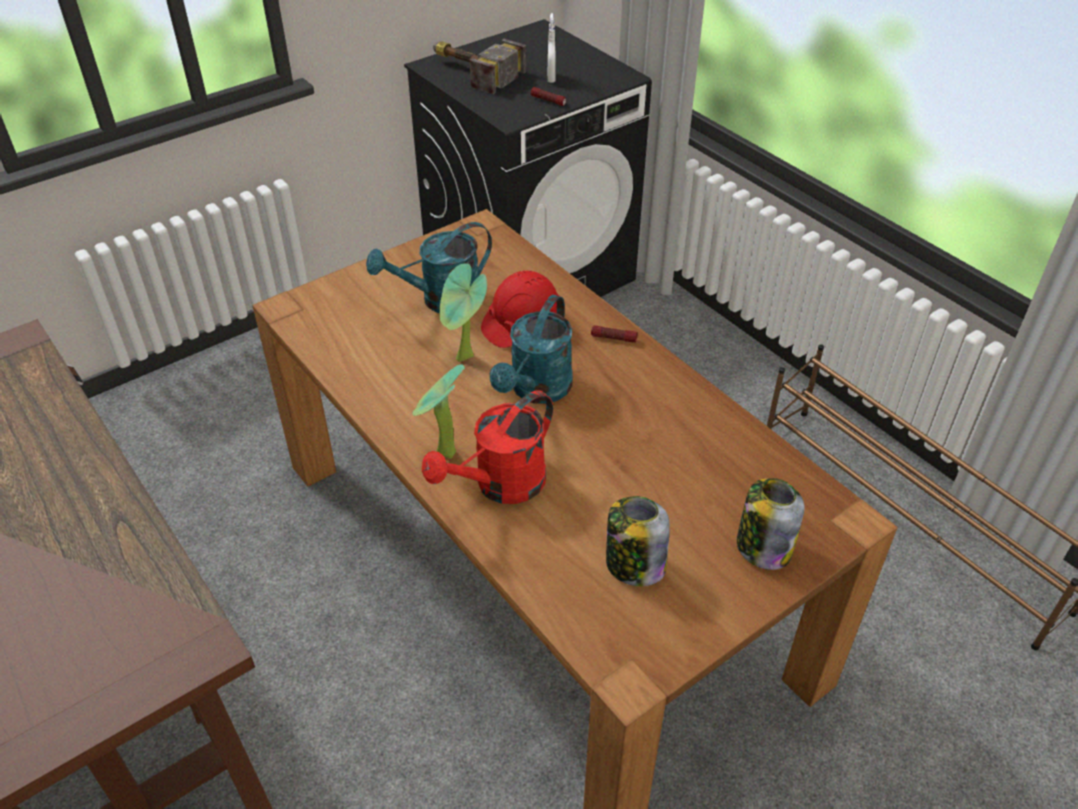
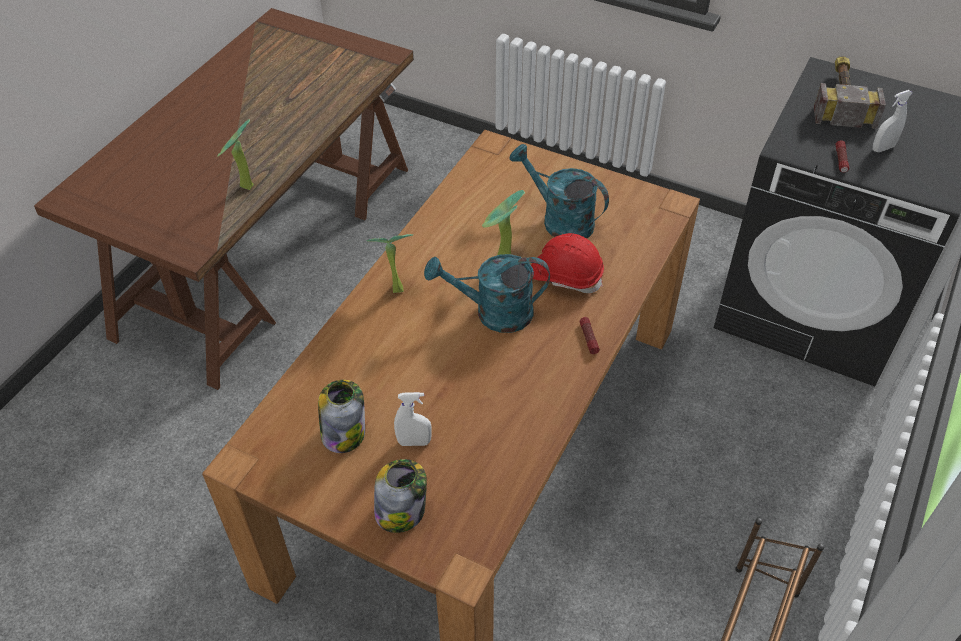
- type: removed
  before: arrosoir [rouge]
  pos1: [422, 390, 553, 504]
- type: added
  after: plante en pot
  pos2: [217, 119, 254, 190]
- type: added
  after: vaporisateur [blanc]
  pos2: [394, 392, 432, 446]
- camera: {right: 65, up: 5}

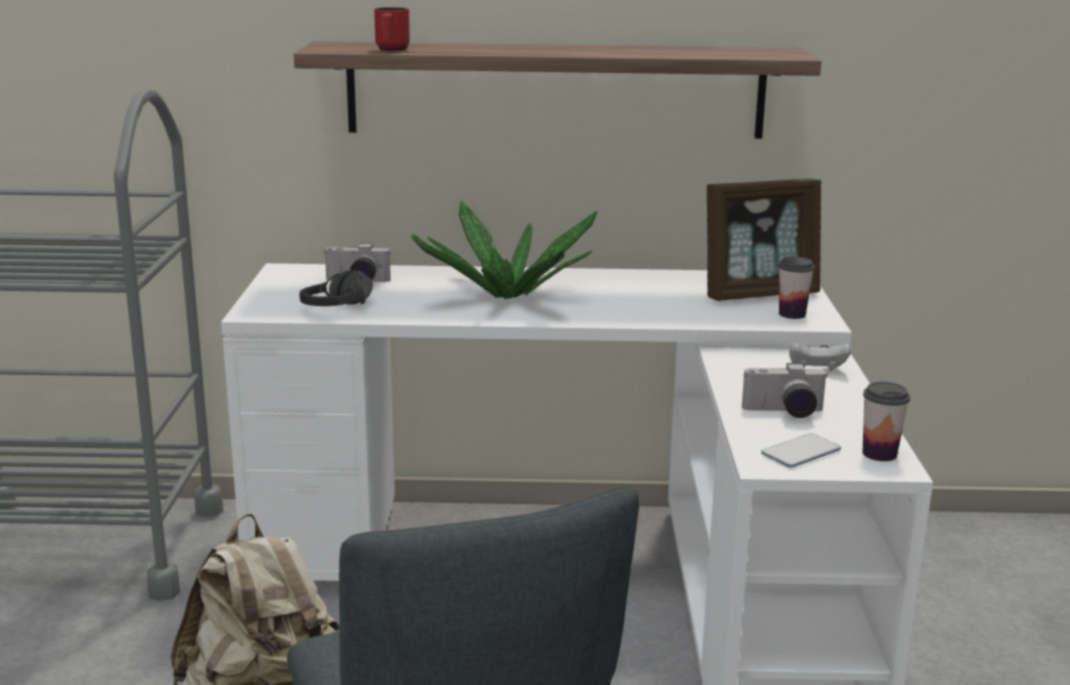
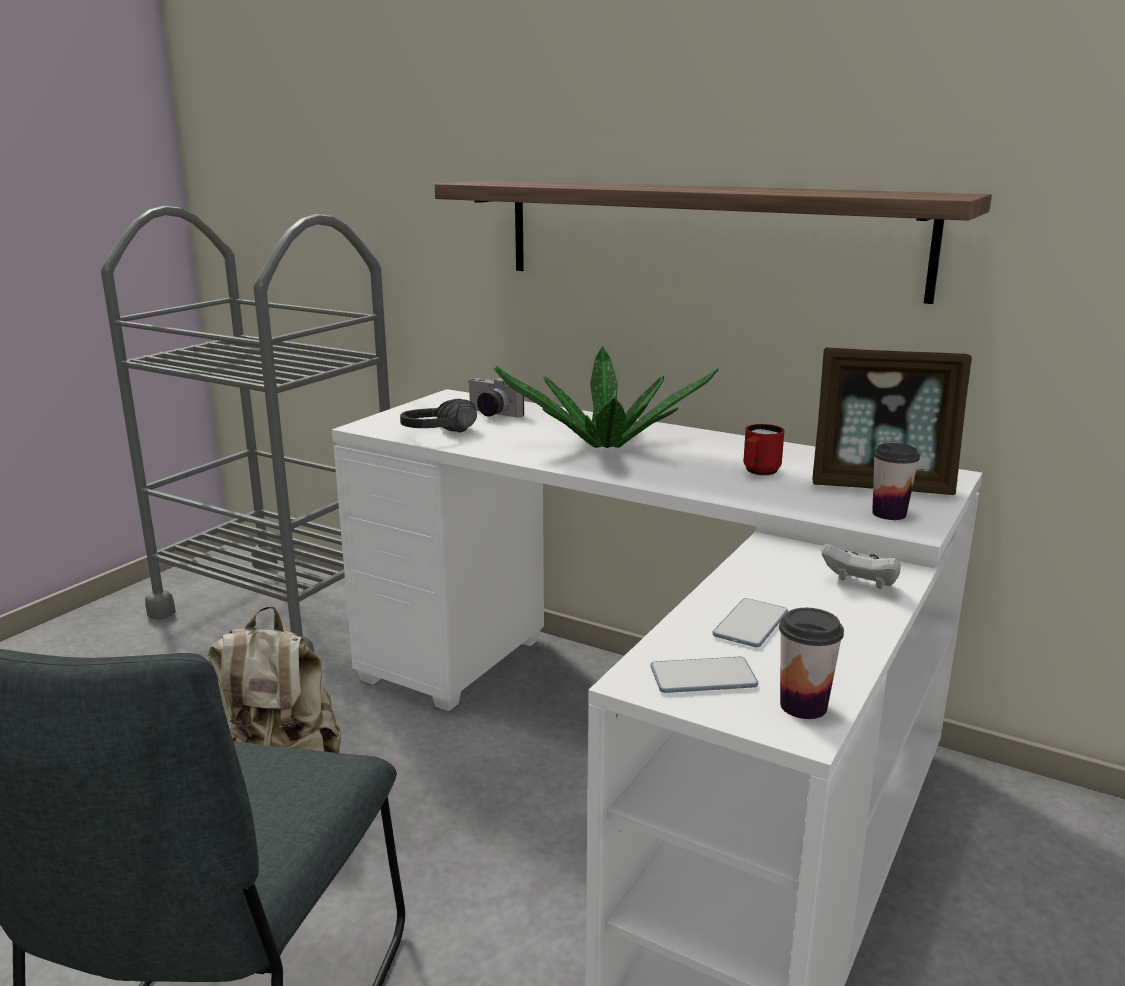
- type: moved
  before: mug [rouge]
  pos1: [374, 7, 410, 51]
  pos2: [743, 424, 784, 475]
- type: replaced
  before: appareil photo
  after: téléphone
  pos1: [742, 363, 828, 418]
  pos2: [712, 598, 788, 647]
- camera: {right: 30, up: 0}

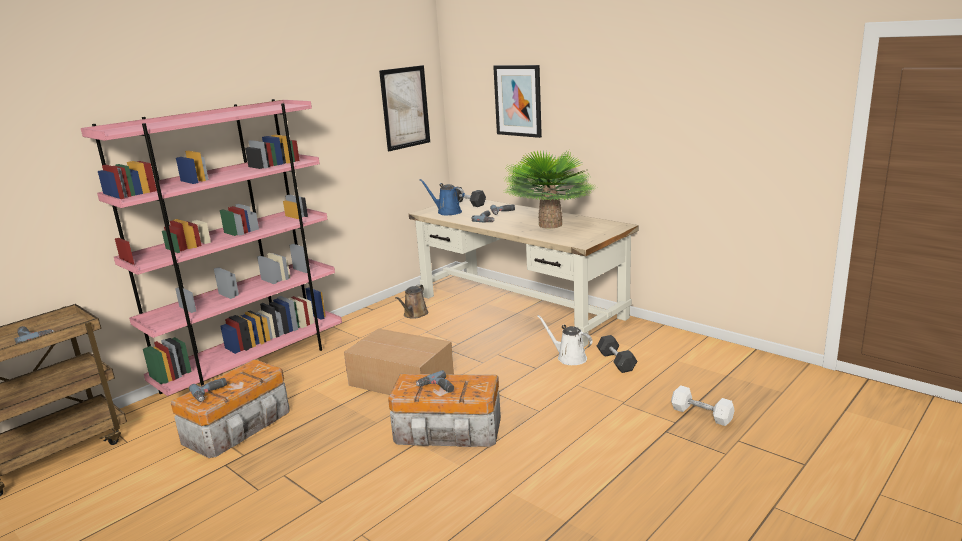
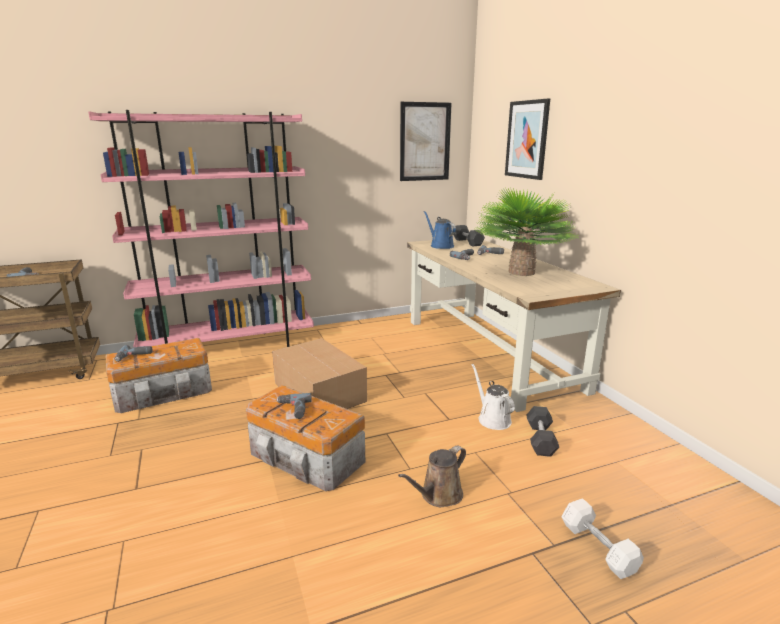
- type: moved
  before: arrosoir [marron]
  pos1: [395, 285, 428, 319]
  pos2: [398, 446, 466, 507]
- camera: {right: 25, up: 0}

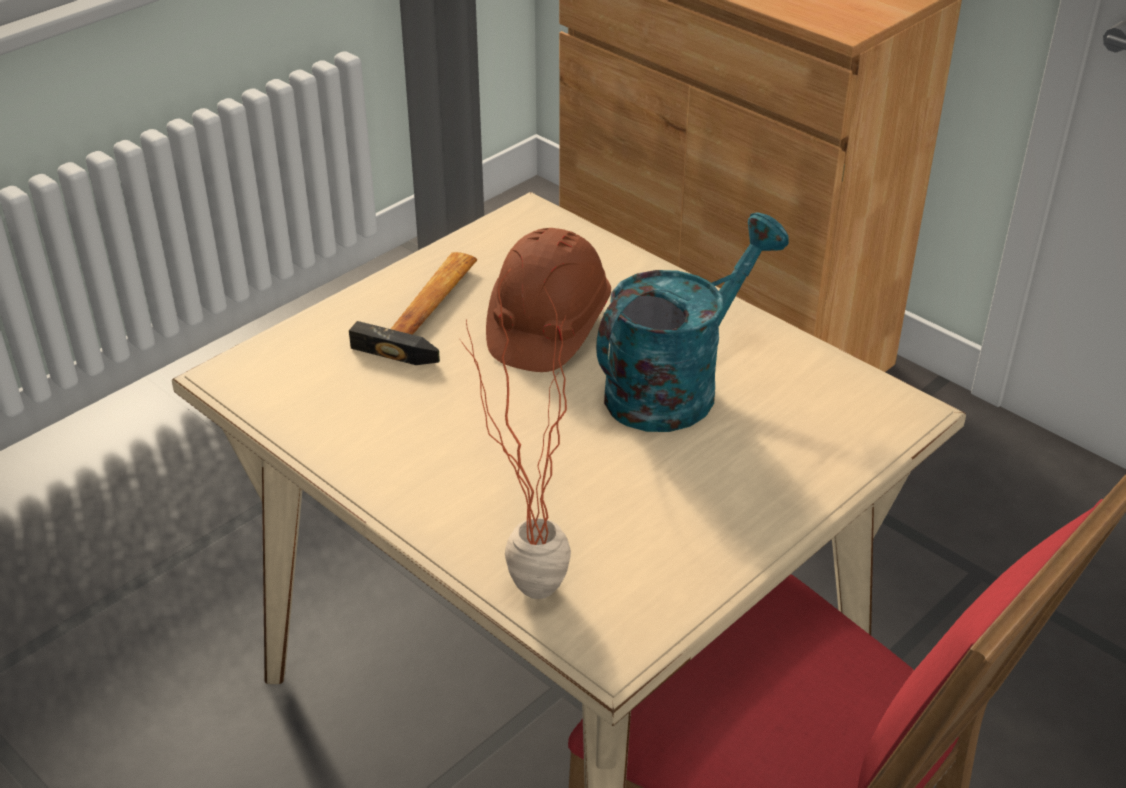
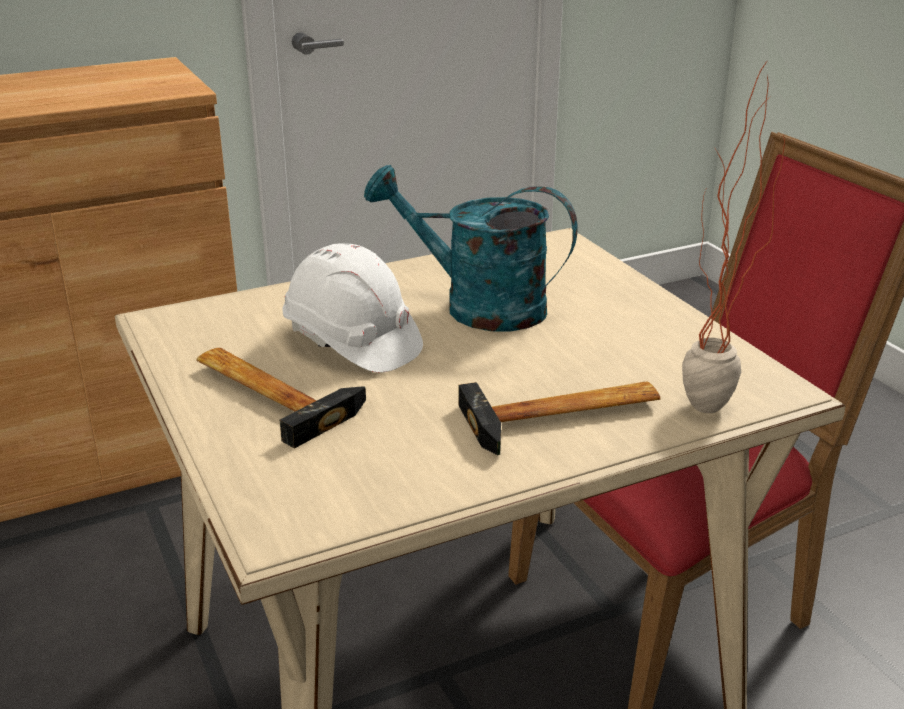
- type: recoloured
  before: casque de chantier [marron]
  after: casque de chantier [blanc]
  pos1: [486, 228, 611, 372]
  pos2: [282, 243, 423, 373]
- type: turned
  before: arrosoir [turquoise]
  pos1: [596, 212, 789, 432]
  pos2: [364, 165, 578, 331]
  turn: -45
- type: added
  after: marteau
  pos2: [458, 381, 660, 455]
- camera: {right: -70, up: -10}

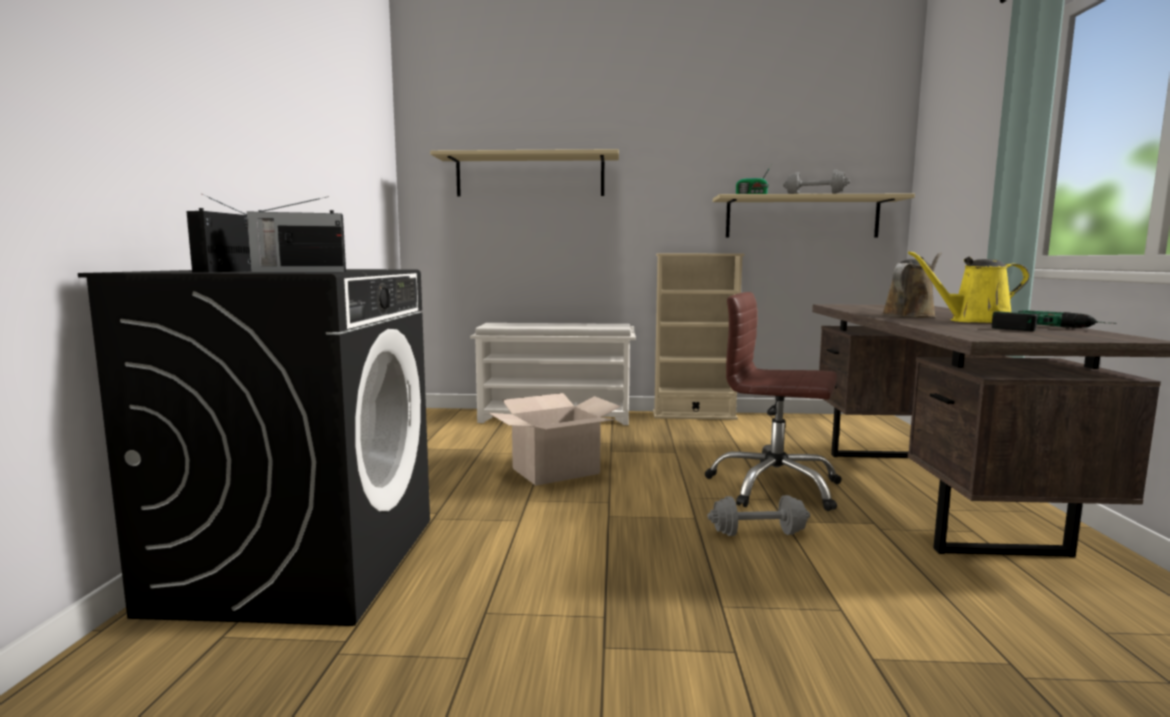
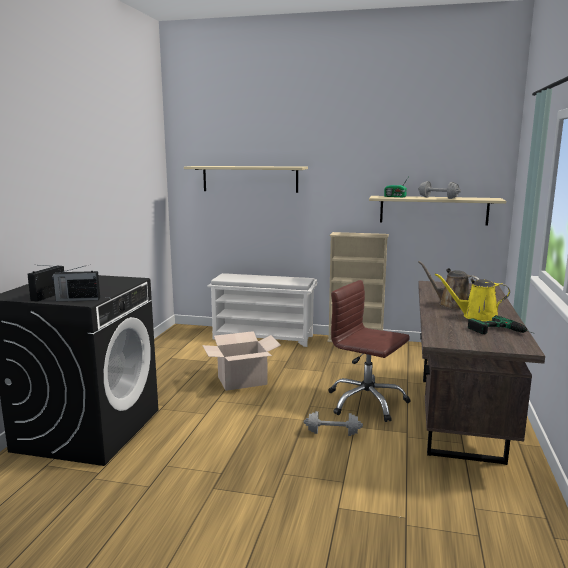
- type: turned
  before: arrosoir [marron]
  pos1: [882, 252, 942, 317]
  pos2: [418, 261, 479, 310]
  turn: -105
- camera: {right: 10, up: 5}

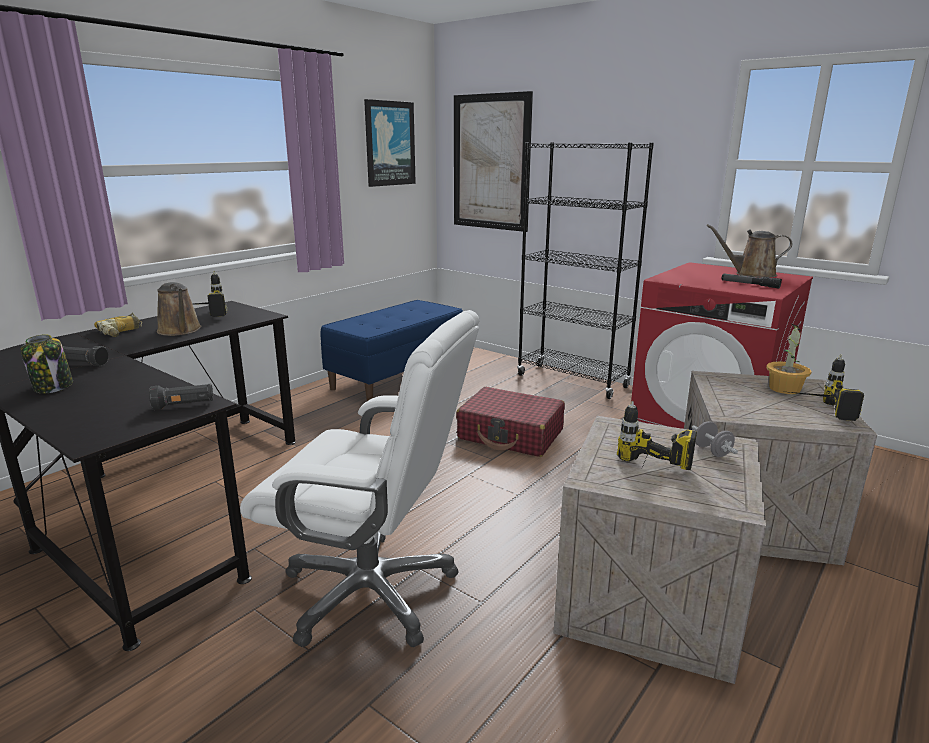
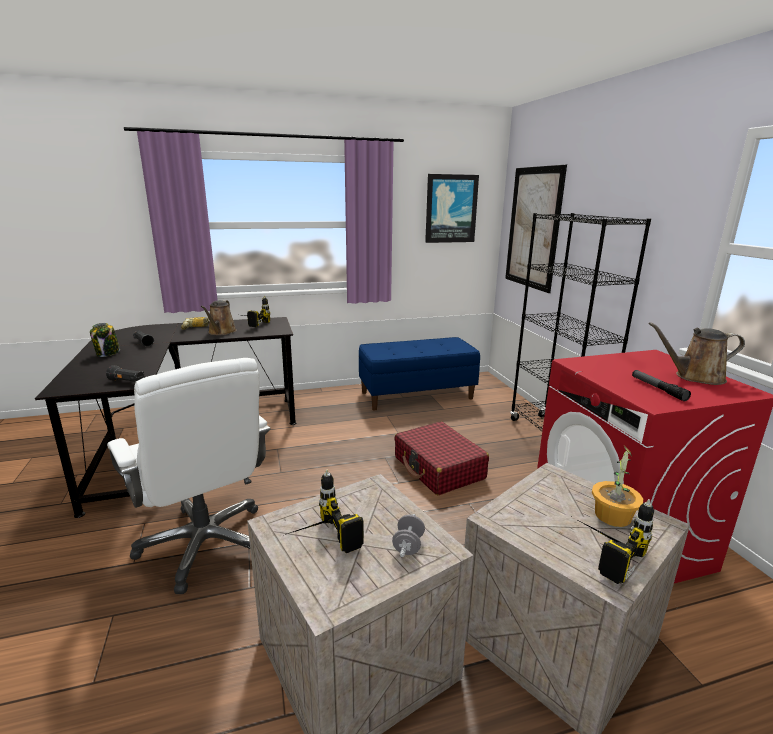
- type: turned
  before: arrosoir [marron]
  pos1: [707, 224, 792, 278]
  pos2: [649, 322, 745, 385]
  turn: -45
- camera: {right: 35, up: 0}

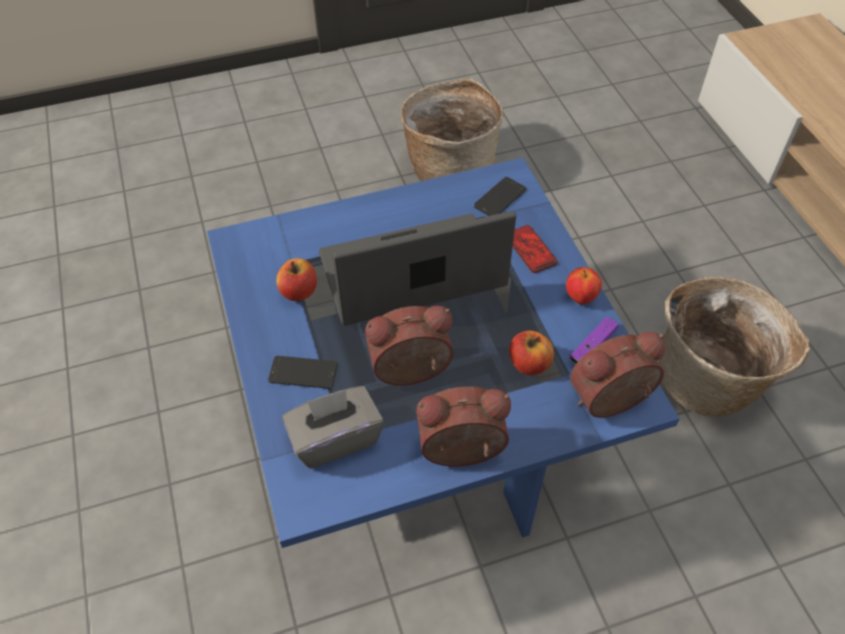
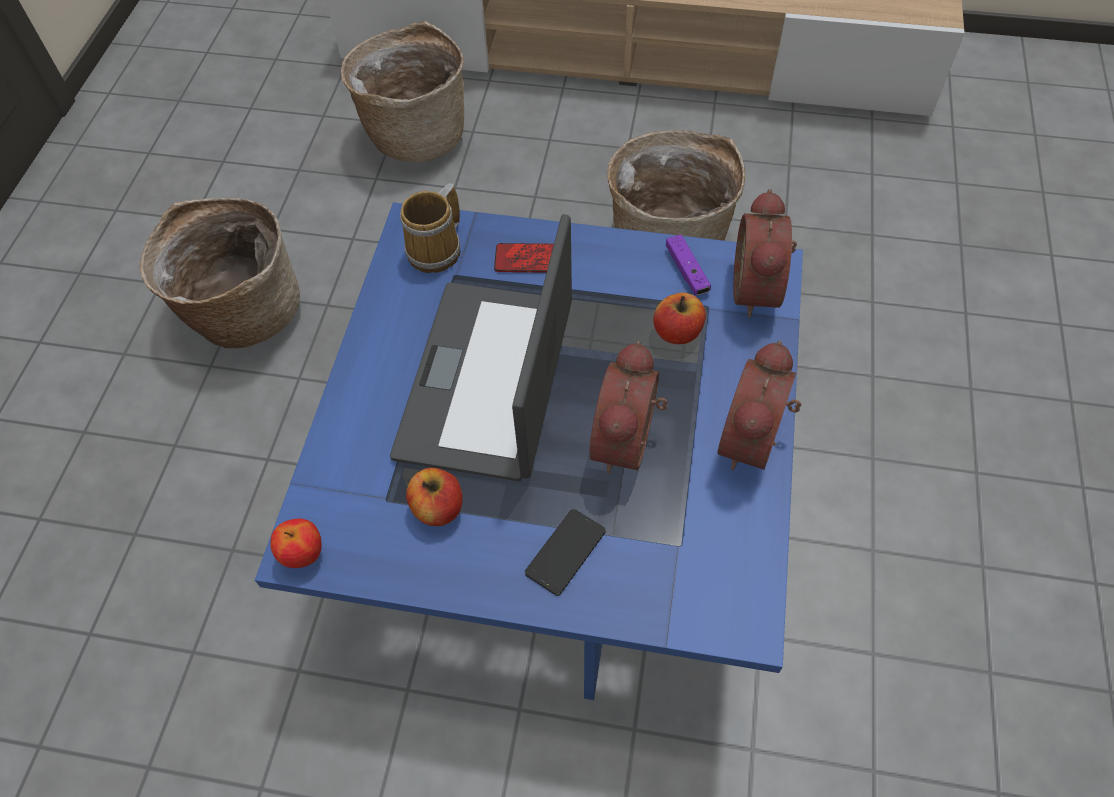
- type: removed
  before: boîte à mouchoirs [gris]
  pos1: [282, 386, 384, 469]
- type: replaced
  before: téléphone
  after: mug
  pos1: [473, 177, 527, 216]
  pos2: [400, 183, 460, 273]
- type: moved
  before: pomme
  pos1: [566, 267, 602, 304]
  pos2: [270, 519, 322, 568]
- type: added
  after: panier
  pos2: [341, 21, 464, 162]
- camera: {right: -60, up: 5}

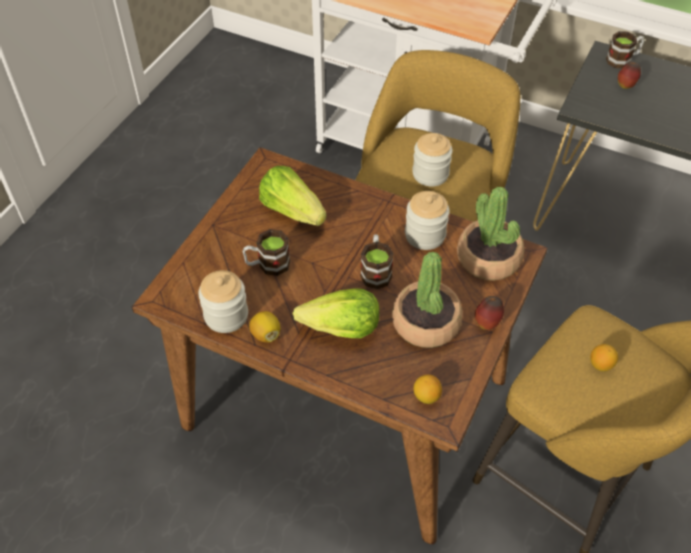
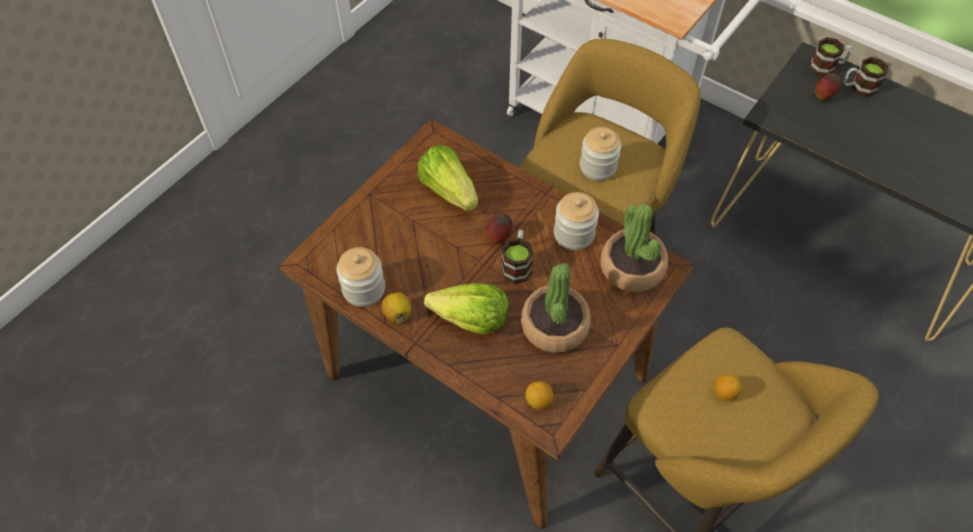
- type: moved
  before: mug
  pos1: [243, 229, 290, 276]
  pos2: [844, 57, 888, 97]
- type: moved
  before: pomme
  pos1: [475, 296, 504, 330]
  pos2: [486, 213, 512, 244]
- camera: {right: 10, up: 5}

